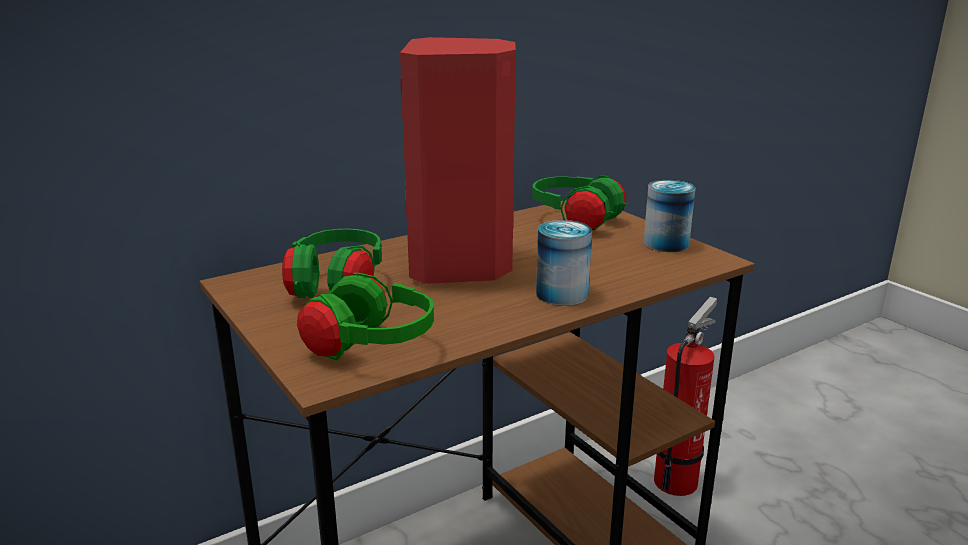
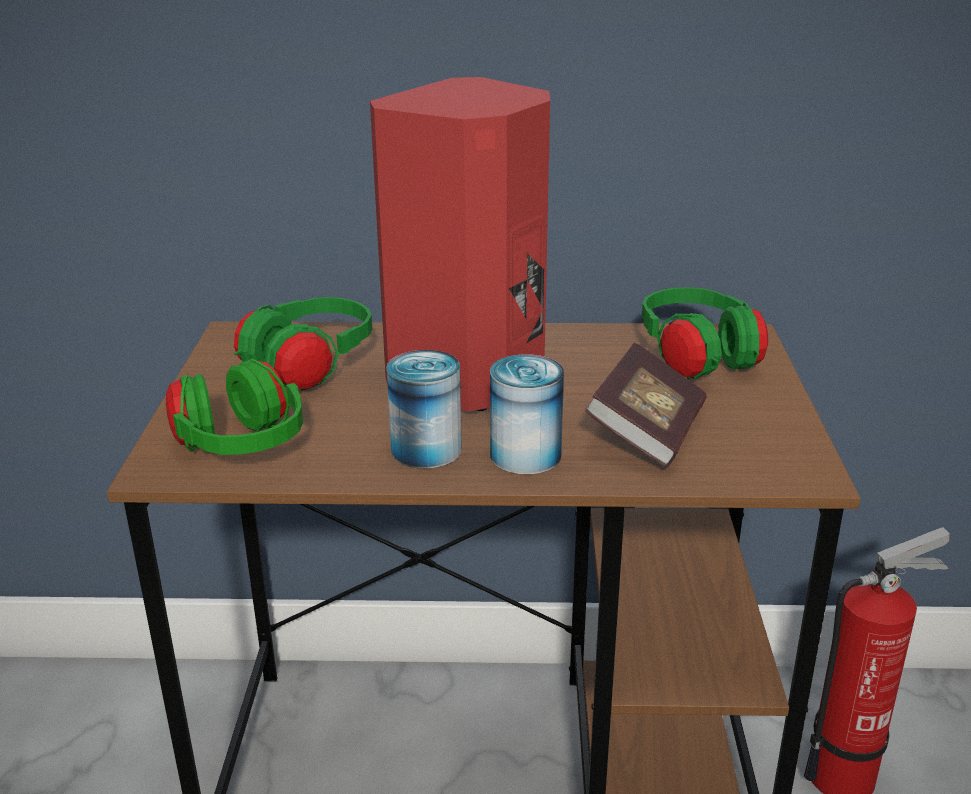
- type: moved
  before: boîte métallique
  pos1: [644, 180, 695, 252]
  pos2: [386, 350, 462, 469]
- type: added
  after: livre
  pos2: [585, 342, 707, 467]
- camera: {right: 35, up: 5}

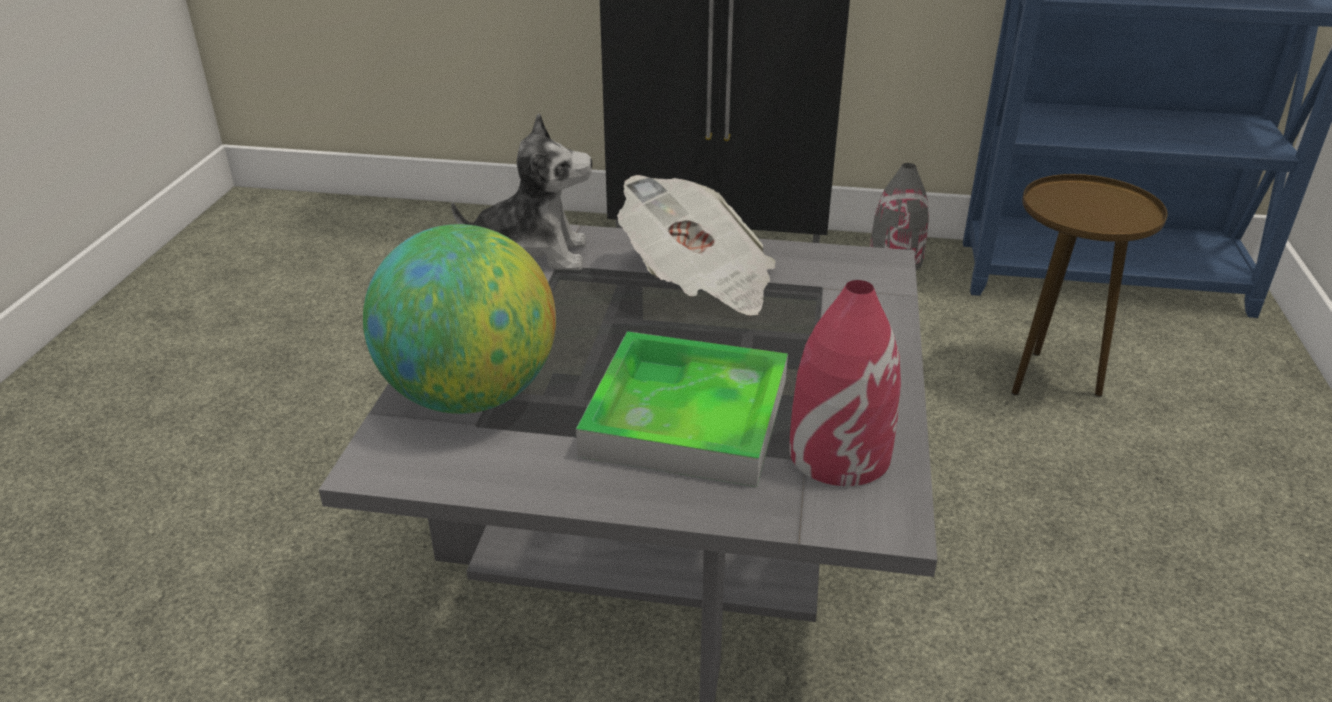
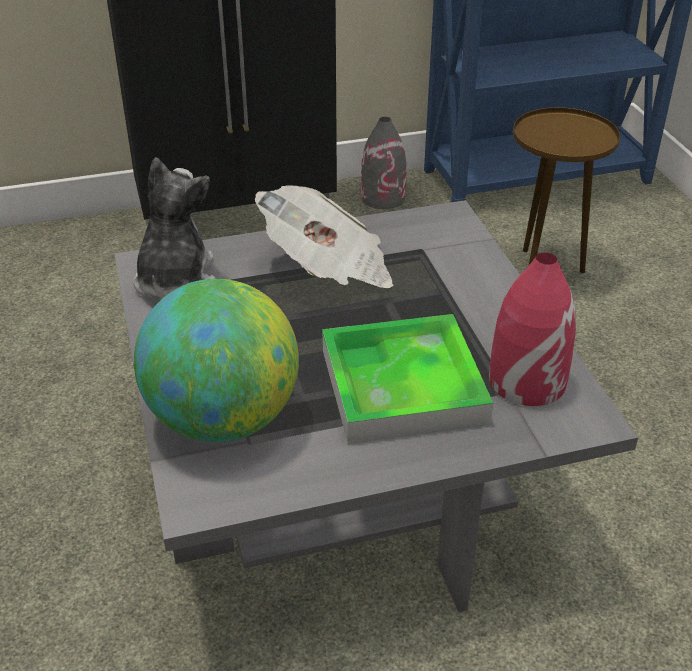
- type: turned
  before: peluche
  pos1: [451, 113, 592, 270]
  pos2: [134, 157, 216, 298]
  turn: -60
- camera: {right: -25, up: 5}

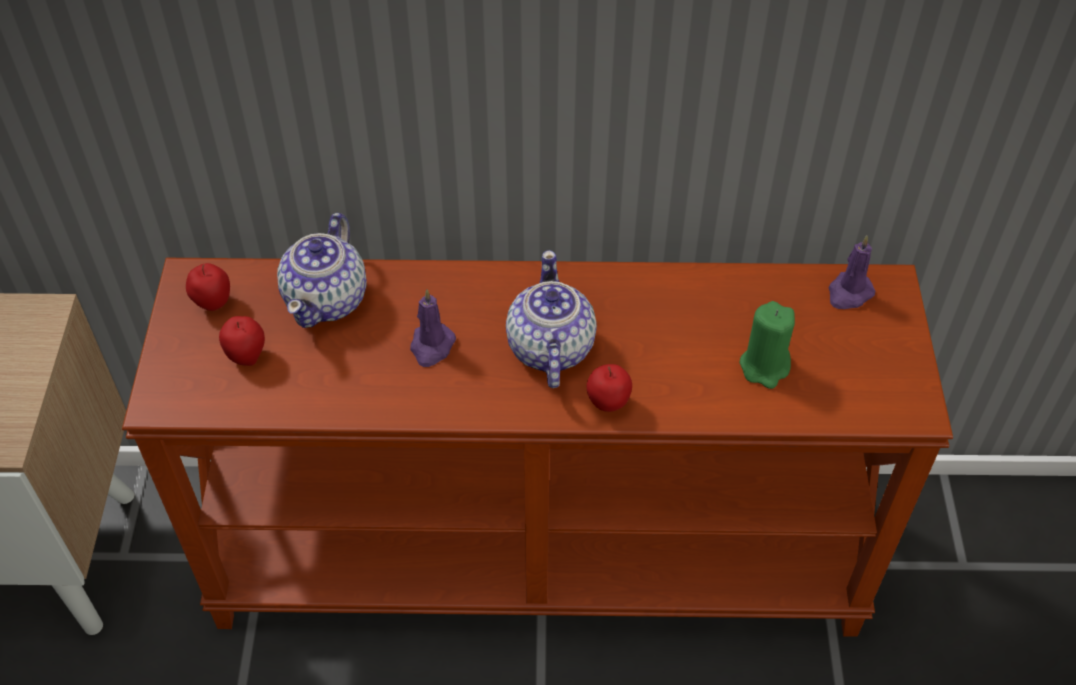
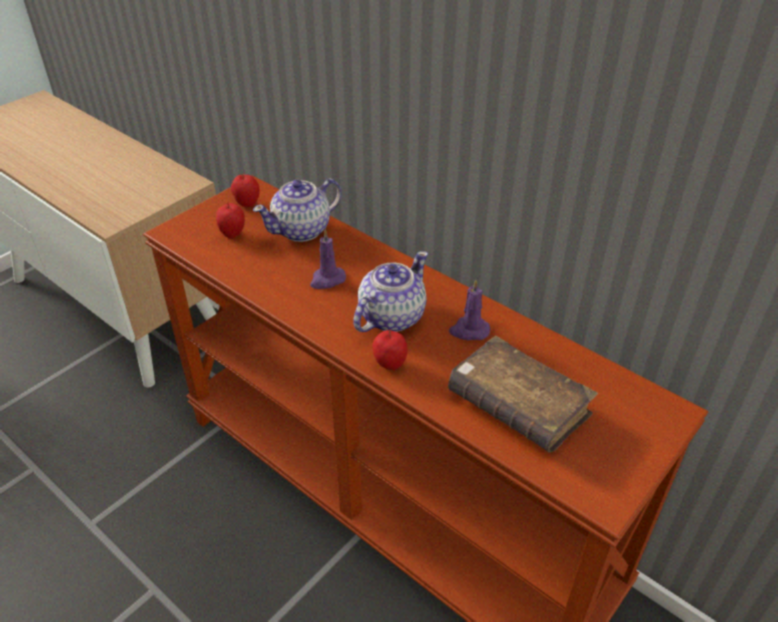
- type: replaced
  before: bougie [vert]
  after: livre [marron]
  pos1: [739, 301, 795, 389]
  pos2: [448, 336, 598, 452]
- type: moved
  before: bougie [violet]
  pos1: [828, 236, 875, 309]
  pos2: [449, 279, 490, 340]
- camera: {right: 40, up: -10}

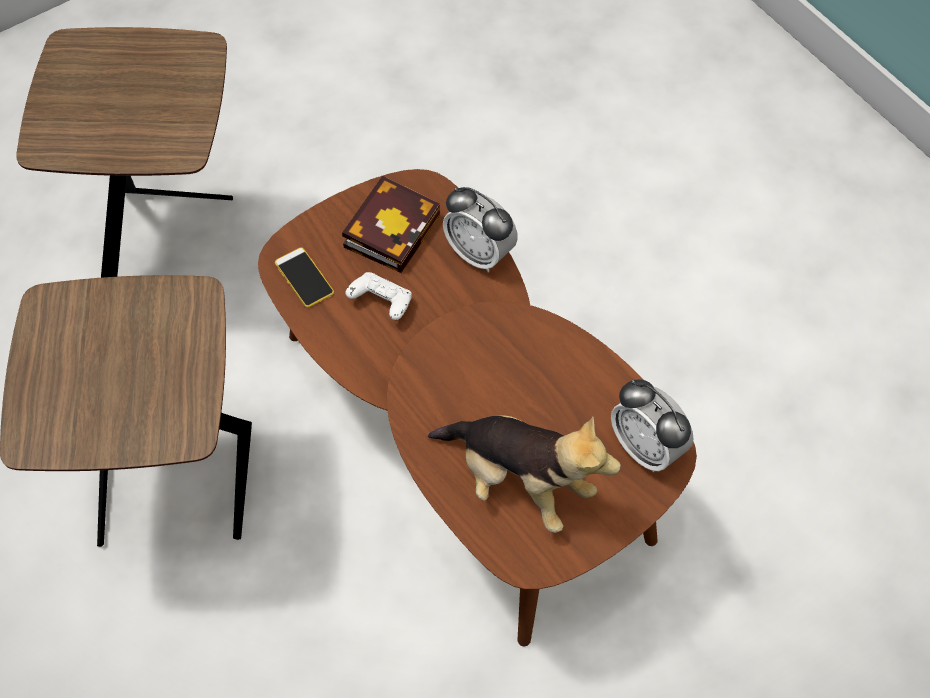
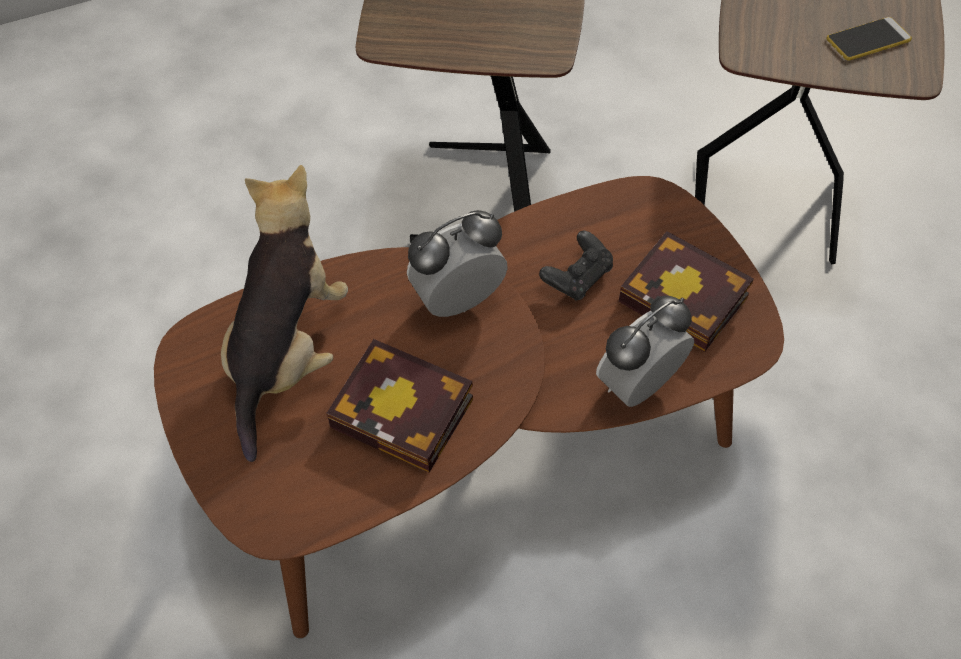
- type: moved
  before: téléphone
  pos1: [275, 247, 334, 308]
  pos2: [826, 17, 912, 60]
- type: recoloured
  before: manette [blanc]
  after: manette [noir]
  pos1: [346, 272, 412, 320]
  pos2: [539, 230, 613, 301]
- type: turned
  before: peluche
  pos1: [428, 415, 621, 533]
  pos2: [221, 165, 348, 462]
  turn: 150
- type: moved
  before: réveil
  pos1: [611, 379, 693, 472]
  pos2: [407, 210, 508, 317]
- type: added
  after: livre
  pos2: [326, 339, 473, 473]
- camera: {right: 100, up: -5}

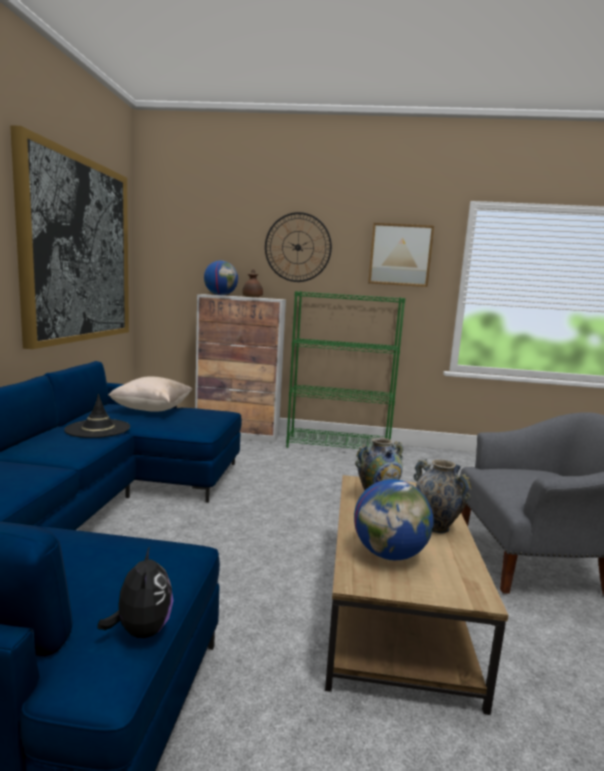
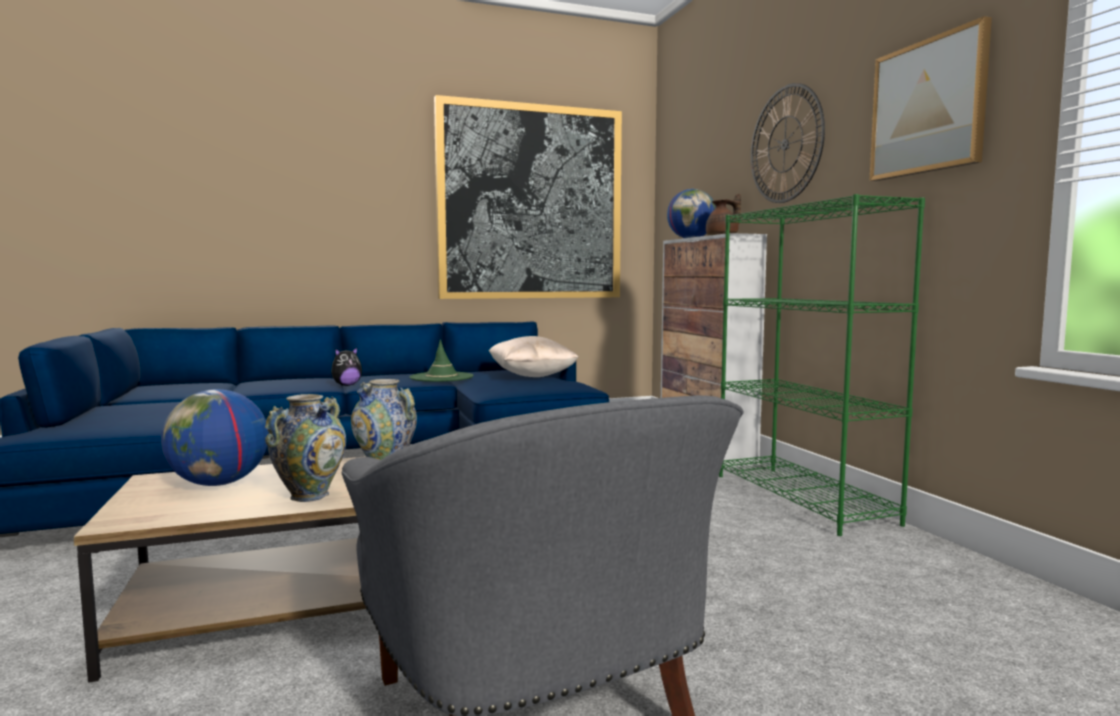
- type: recoloured
  before: chapeau [noir]
  after: chapeau [vert]
  pos1: [64, 393, 130, 438]
  pos2: [410, 339, 474, 382]
- type: moved
  before: peluche
  pos1: [97, 546, 174, 638]
  pos2: [331, 347, 362, 386]
- camera: {right: 65, up: -5}

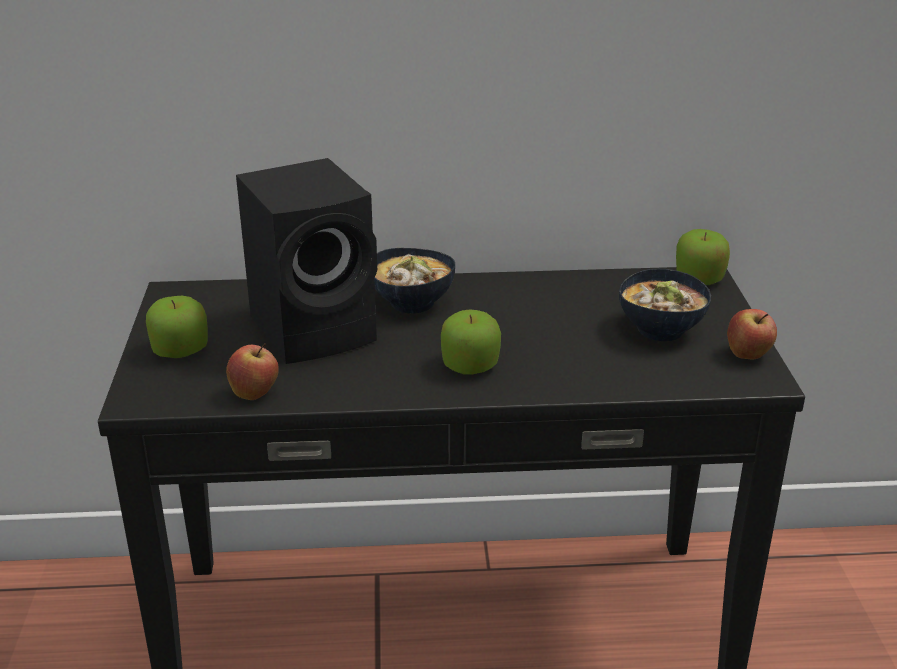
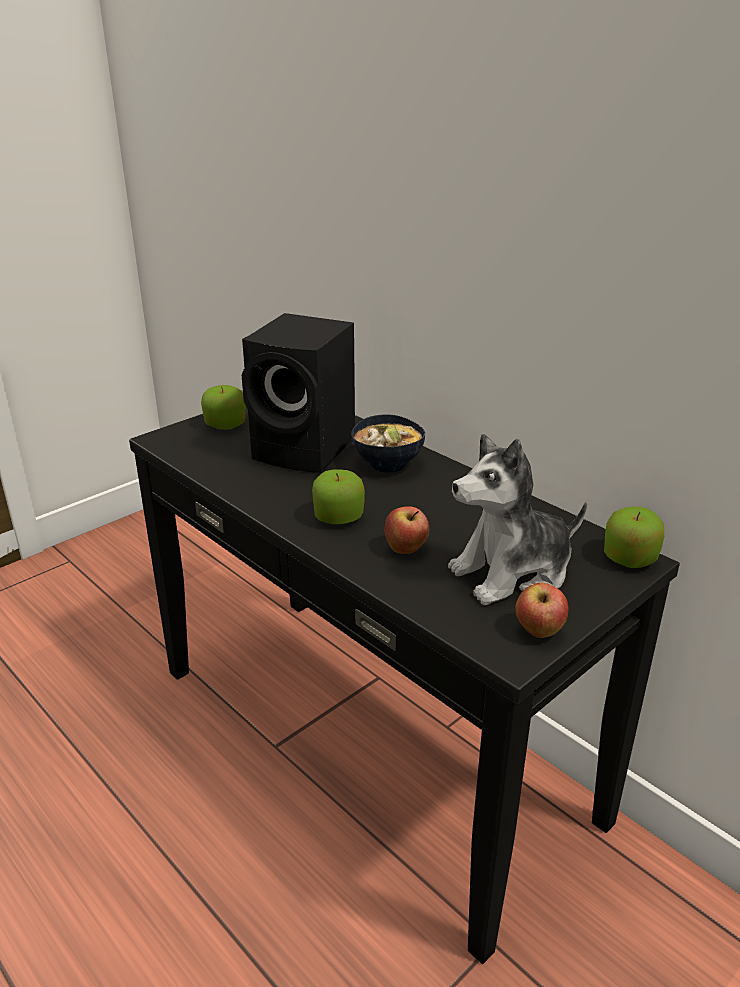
- type: moved
  before: pomme
  pos1: [226, 343, 279, 400]
  pos2: [384, 506, 429, 553]
- type: replaced
  before: bol
  after: peluche
  pos1: [619, 269, 711, 341]
  pos2: [448, 434, 587, 605]
- camera: {right: 50, up: 0}

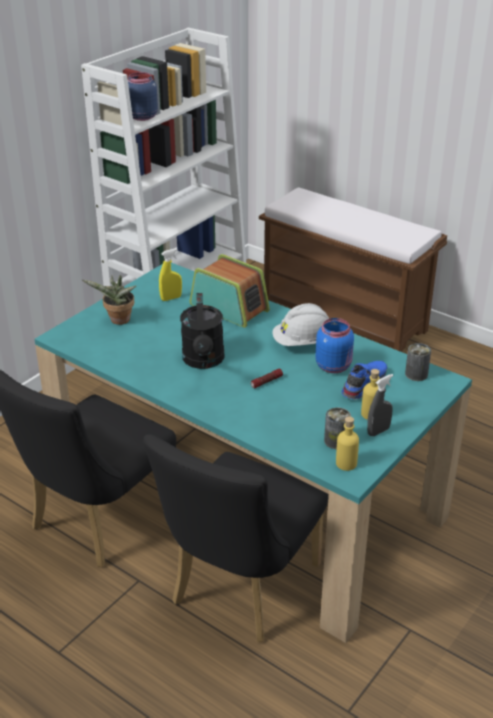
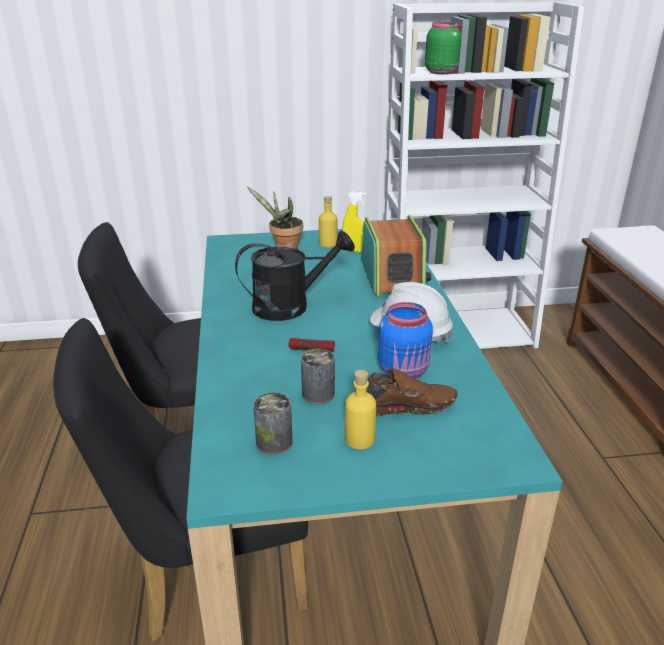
- type: recoloured
  before: bocal [bleu]
  after: bocal [vert]
  pos1: [128, 72, 158, 121]
  pos2: [425, 21, 462, 74]
- type: turned
  before: arrosoir [noir]
  pos1: [180, 293, 225, 369]
  pos2: [235, 231, 355, 321]
  turn: -150
- type: moved
  before: bouteille [jaune]
  pos1: [336, 416, 359, 471]
  pos2: [319, 196, 337, 248]
- type: recoloured
  before: chaussure [bleu]
  after: chaussure [marron]
  pos1: [341, 361, 387, 399]
  pos2: [367, 368, 458, 416]
- type: removed
  before: vaporisateur [gris]
  pos1: [367, 374, 393, 436]
- type: moved
  before: boîte métallique
  pos1: [405, 343, 431, 381]
  pos2: [301, 348, 335, 404]
- camera: {right: 45, up: -5}

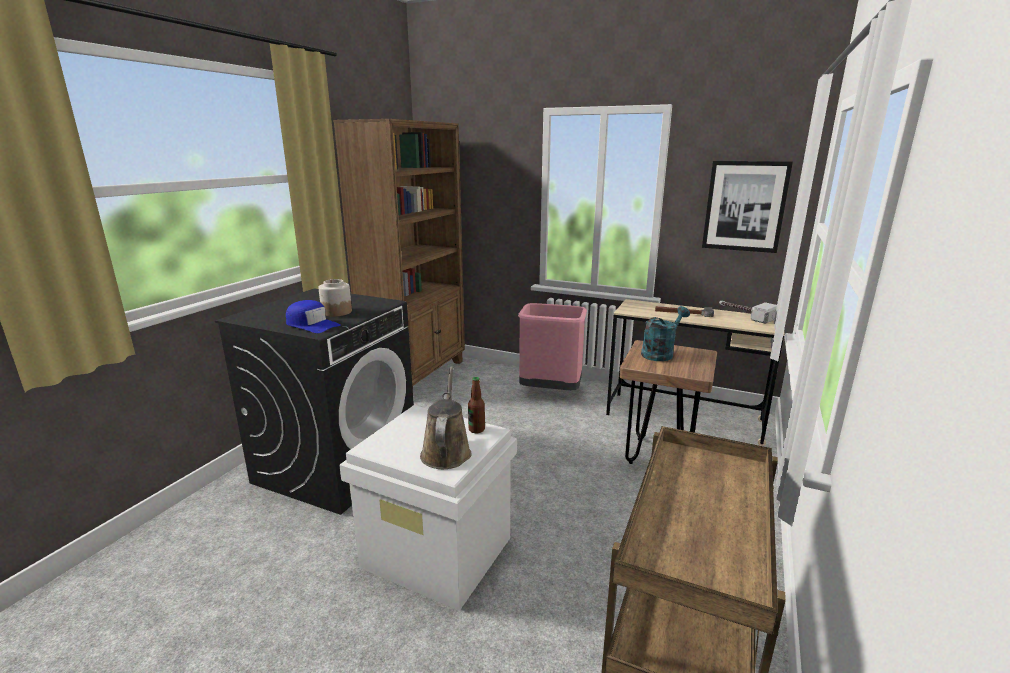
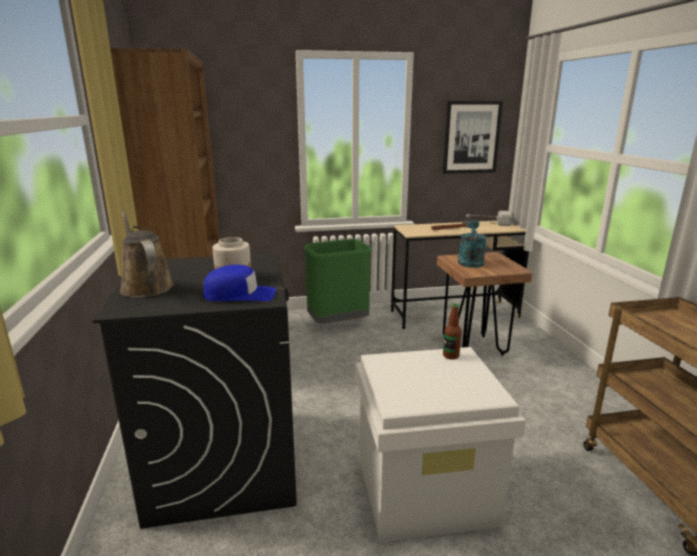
- type: moved
  before: arrosoir [marron]
  pos1: [420, 366, 472, 469]
  pos2: [120, 212, 174, 297]
- type: recoloured
  before: poubelle [rose]
  after: poubelle [vert]
  pos1: [518, 303, 587, 390]
  pos2: [304, 239, 372, 323]
- camera: {right: -35, up: 0}

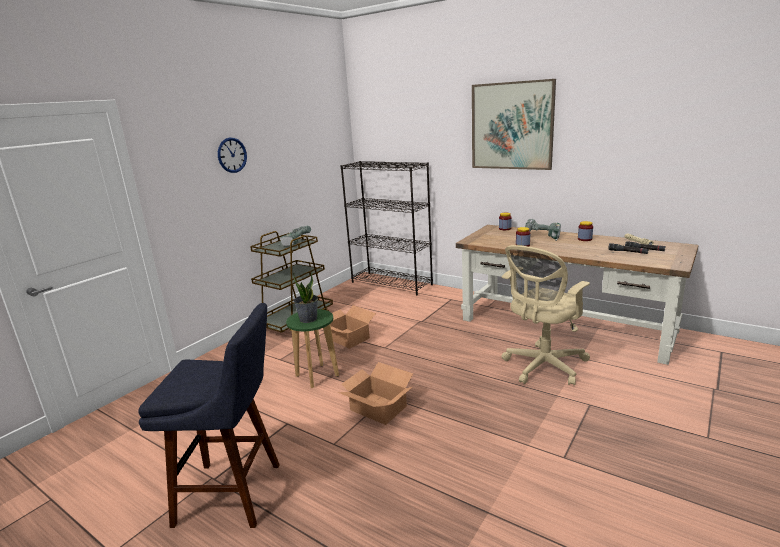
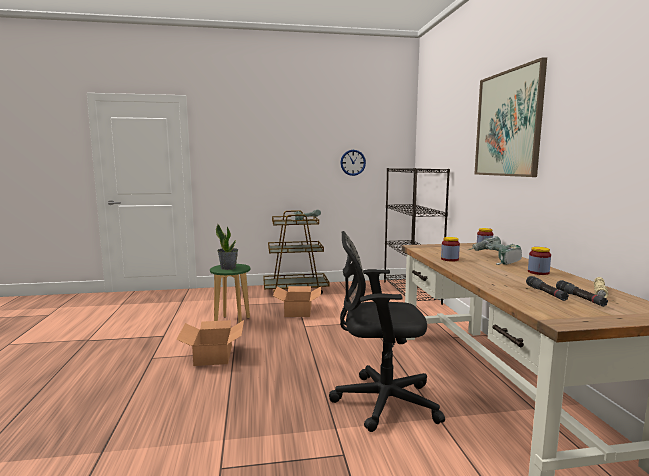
- type: removed
  before: tabouret [bleu]
  pos1: [138, 303, 280, 528]
- type: moved
  before: horloge murale
  pos1: [218, 137, 247, 173]
  pos2: [340, 150, 366, 176]
- type: recoloured
  before: chaise de bureau [beige]
  after: chaise de bureau [noir]
  pos1: [501, 245, 590, 386]
  pos2: [329, 231, 445, 432]
- camera: {right: 45, up: -10}

